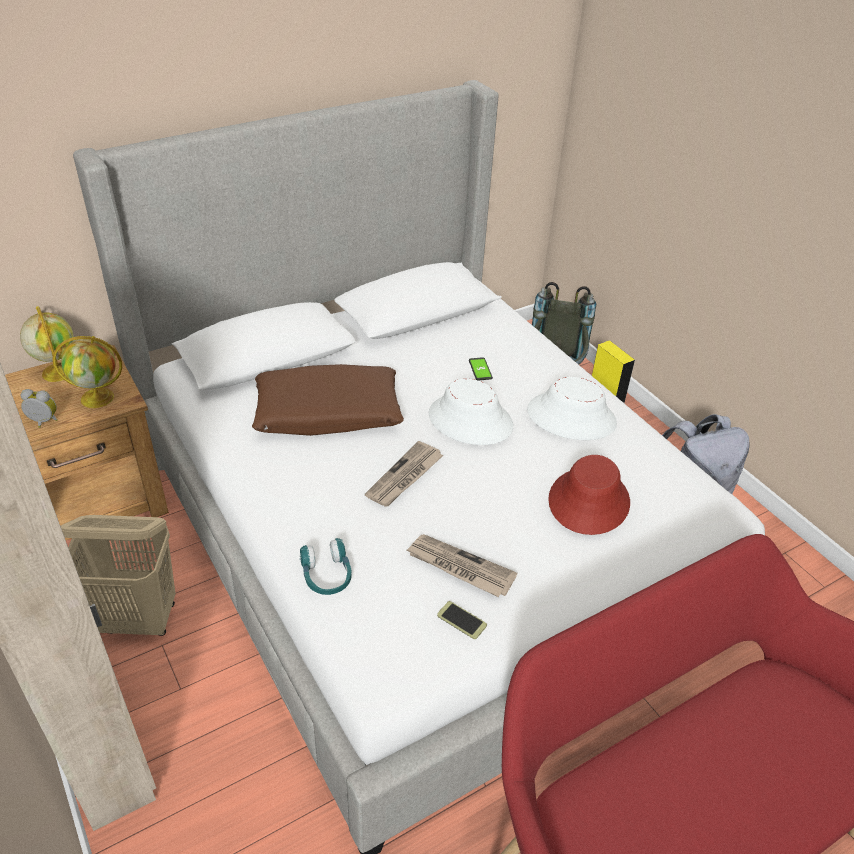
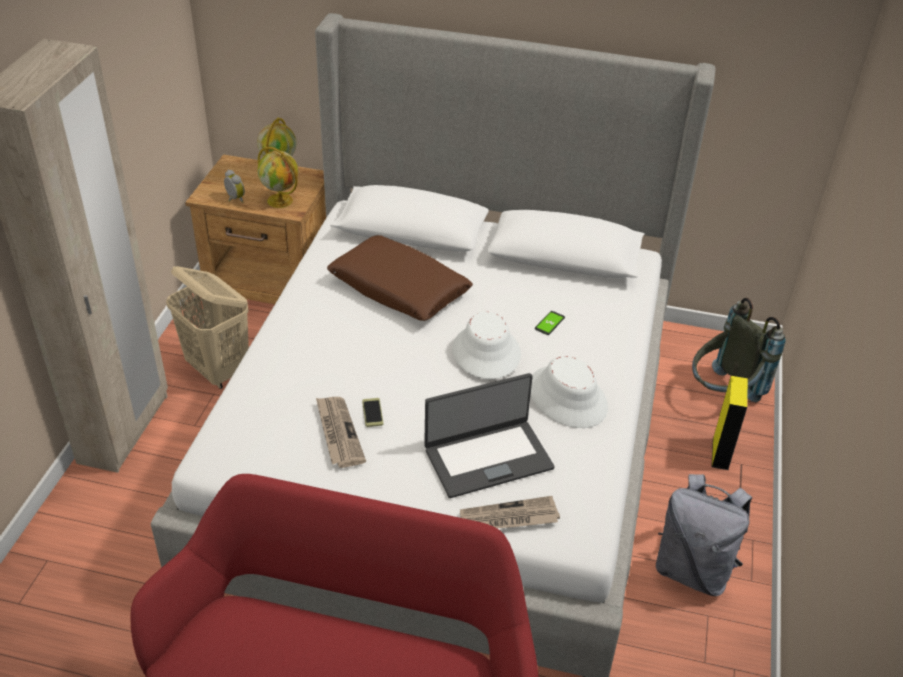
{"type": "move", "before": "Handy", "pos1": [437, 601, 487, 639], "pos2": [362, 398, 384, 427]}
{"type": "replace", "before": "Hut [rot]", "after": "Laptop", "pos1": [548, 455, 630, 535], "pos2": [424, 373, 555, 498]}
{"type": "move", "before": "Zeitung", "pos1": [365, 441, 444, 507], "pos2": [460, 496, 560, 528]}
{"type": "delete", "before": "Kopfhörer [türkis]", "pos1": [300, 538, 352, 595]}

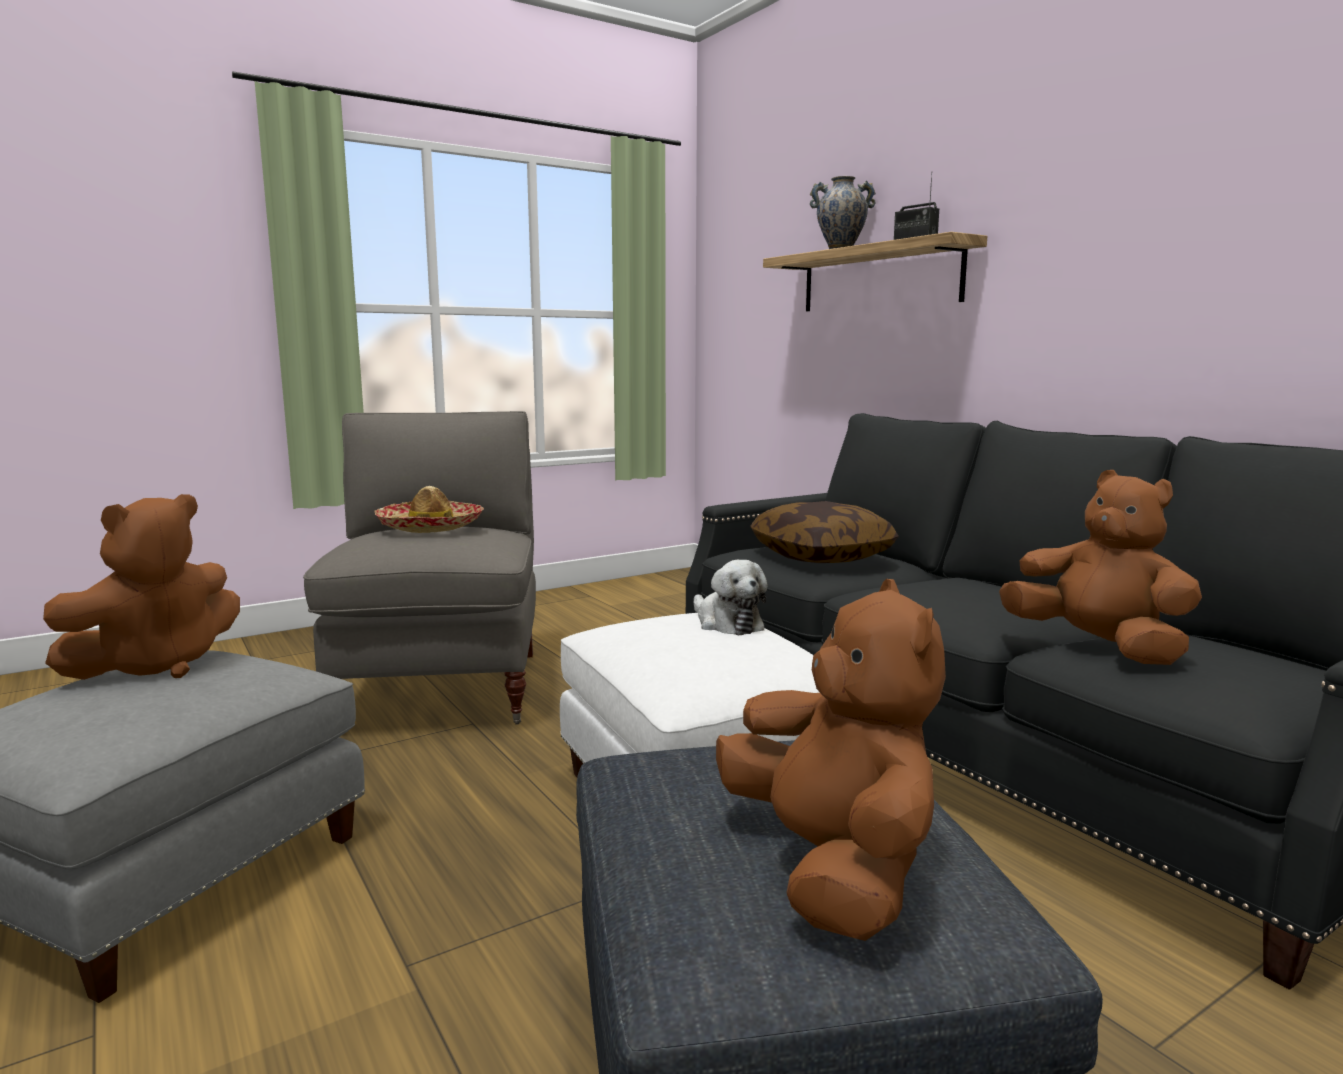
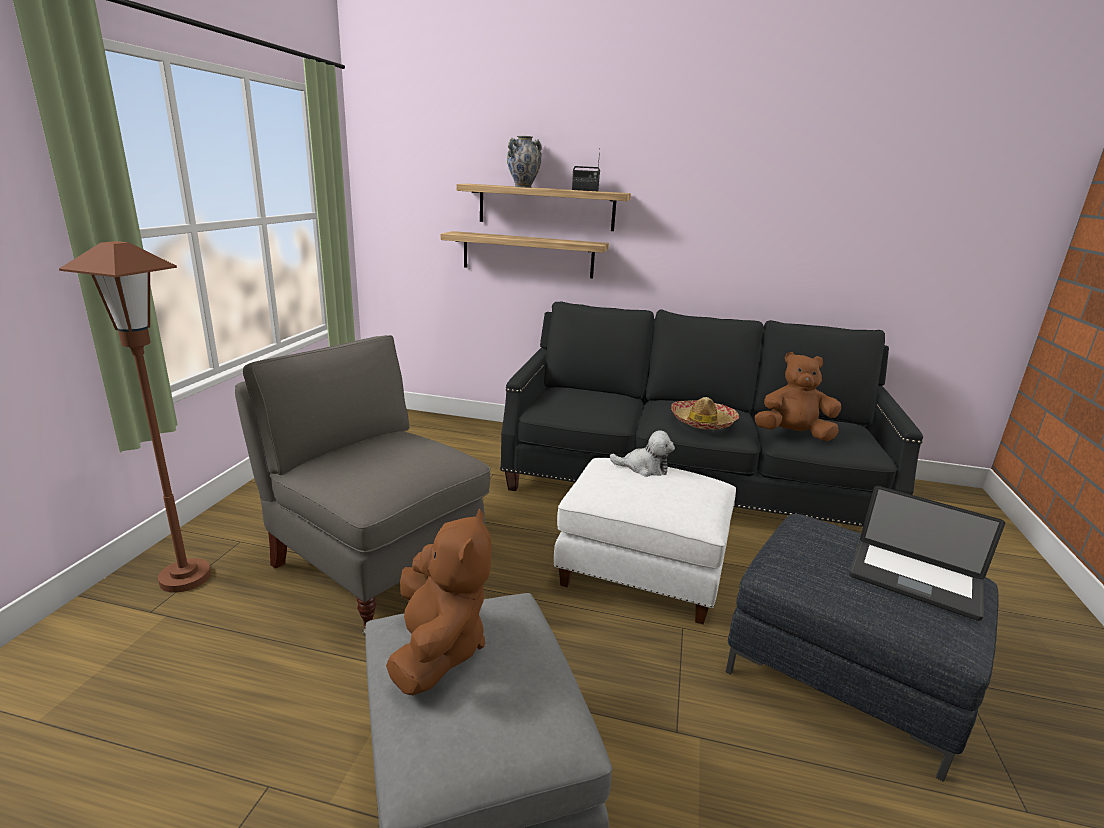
{"type": "insert", "after": "Stehlampe [braun]", "pos2": [59, 241, 211, 593]}
{"type": "insert", "after": "Wandregal", "pos2": [441, 231, 609, 279]}
{"type": "move", "before": "Hut", "pos1": [374, 486, 484, 533], "pos2": [671, 397, 739, 430]}
{"type": "replace", "before": "Plüschtier [braun]", "after": "Laptop", "pos1": [716, 579, 946, 941], "pos2": [849, 486, 1005, 621]}
{"type": "delete", "before": "Kissen", "pos1": [750, 501, 899, 563]}

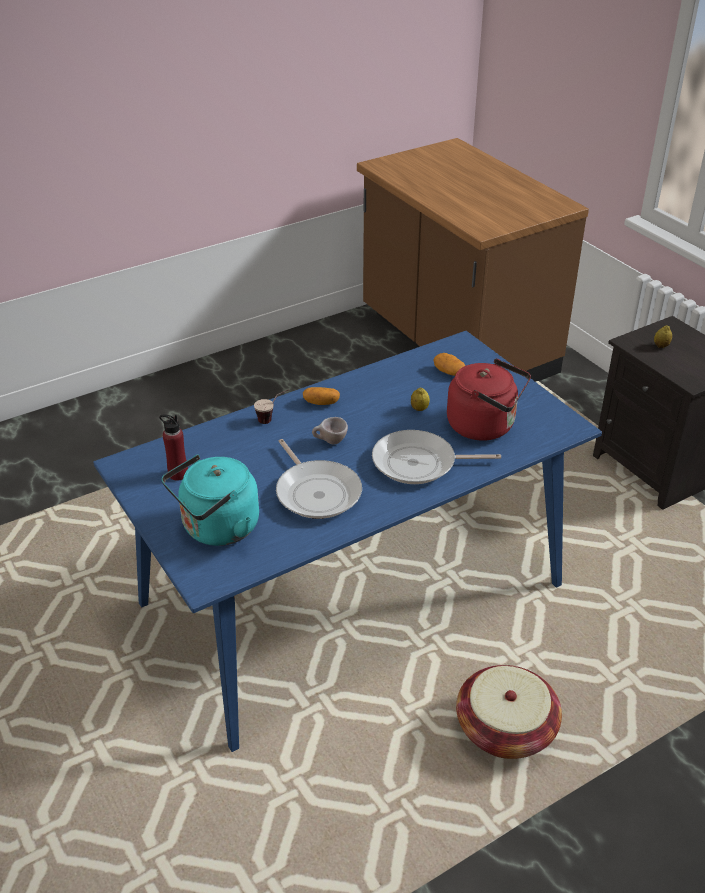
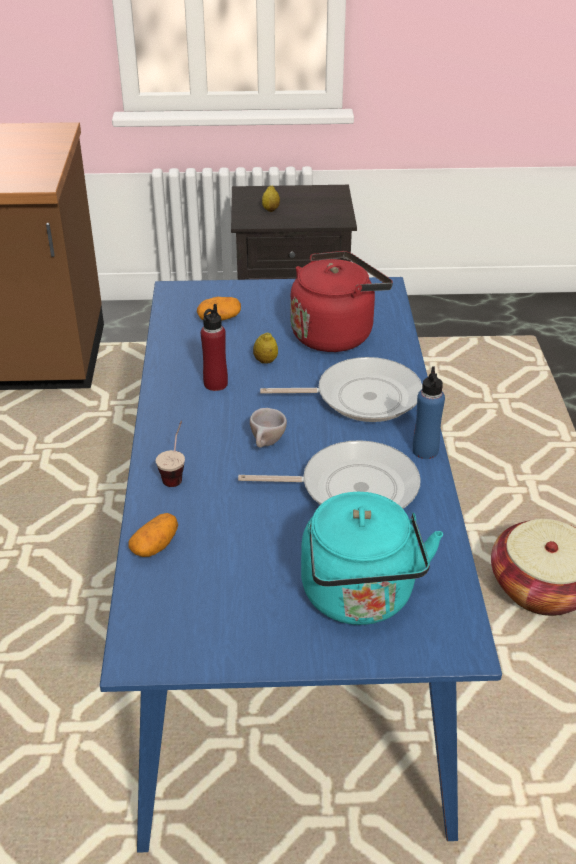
{"type": "move", "before": "Kartoffel", "pos1": [303, 387, 340, 405], "pos2": [129, 513, 178, 557]}
{"type": "move", "before": "Flasche [rot]", "pos1": [159, 414, 188, 481], "pos2": [201, 304, 228, 391]}
{"type": "rotate", "before": "Pfanne", "pos1": [372, 430, 501, 484], "pos2": [260, 357, 423, 422], "turn": -120}
{"type": "insert", "after": "Flasche [blau]", "pos2": [412, 367, 445, 459]}

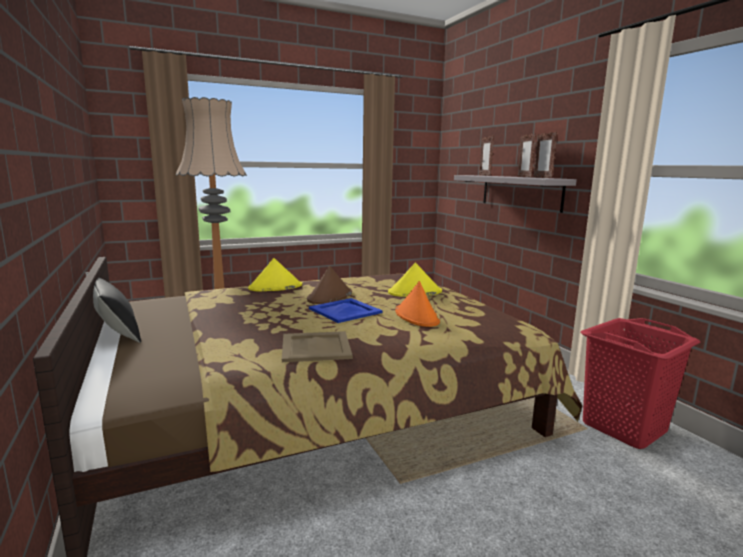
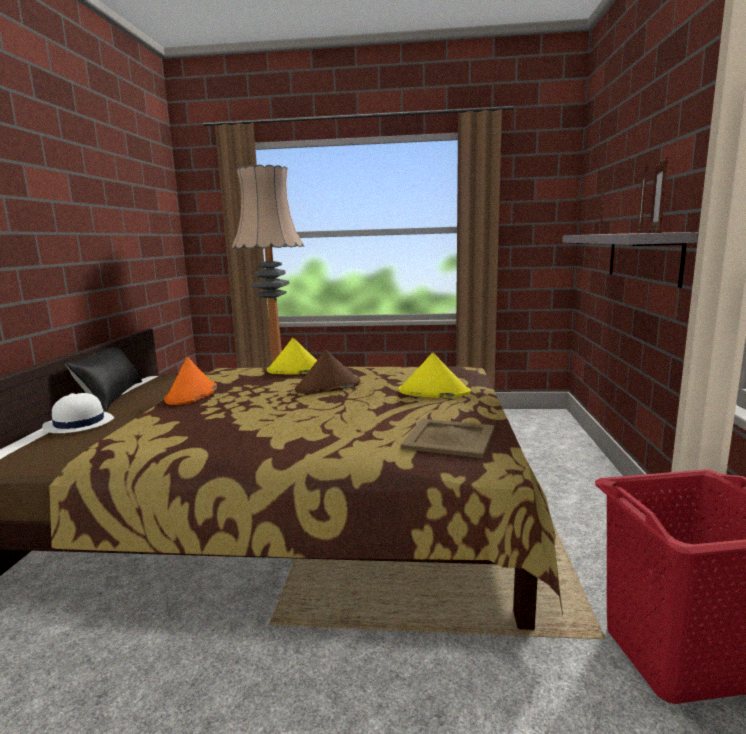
{"type": "insert", "after": "Hut [weiß]", "pos2": [42, 393, 114, 433]}
{"type": "move", "before": "Hut [orange]", "pos1": [395, 281, 440, 327], "pos2": [164, 357, 217, 405]}
{"type": "move", "before": "Tablett [beige]", "pos1": [282, 331, 353, 362], "pos2": [401, 419, 495, 458]}
{"type": "delete", "before": "Tablett [blau]", "pos1": [309, 298, 382, 323]}

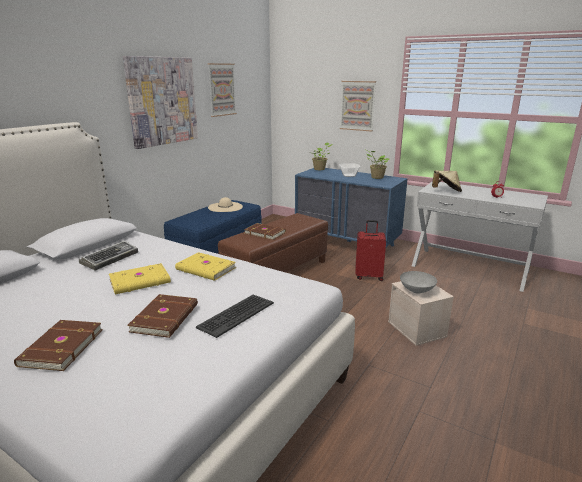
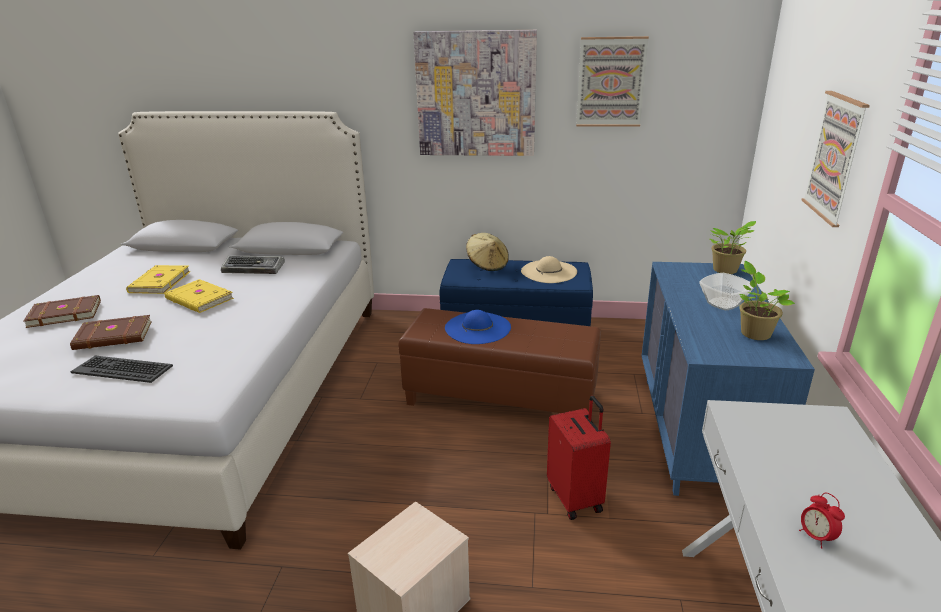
{"type": "move", "before": "Buch [gelb]", "pos1": [175, 252, 236, 281], "pos2": [126, 265, 190, 294]}
{"type": "replace", "before": "Buch [braun]", "after": "Hut [blau]", "pos1": [244, 223, 286, 240], "pos2": [445, 310, 511, 344]}
{"type": "move", "before": "Hut [beige]", "pos1": [432, 171, 462, 192], "pos2": [466, 233, 509, 271]}
{"type": "delete", "before": "Schüssel [grau]", "pos1": [400, 271, 437, 294]}

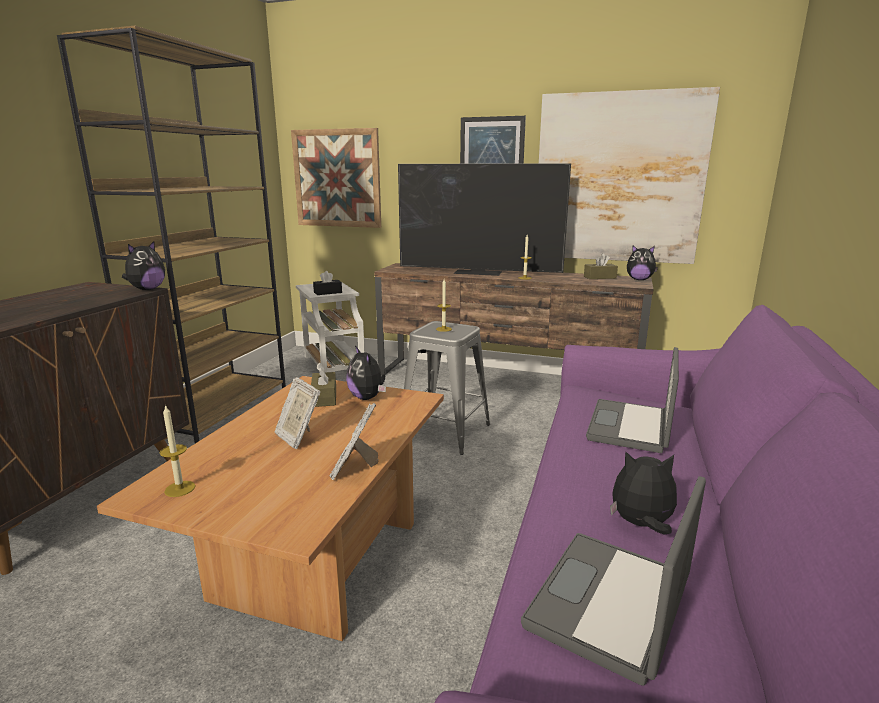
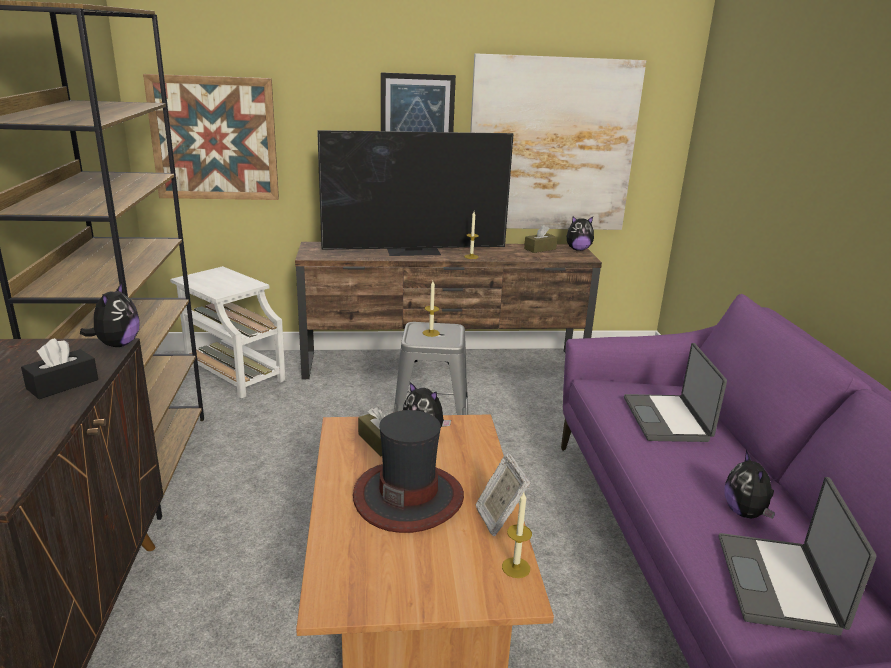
{"type": "move", "before": "Taschentuchbox [schwarz]", "pos1": [313, 271, 342, 295], "pos2": [21, 338, 98, 399]}
{"type": "replace", "before": "Bilderrahmen", "after": "Hut", "pos1": [275, 377, 321, 449], "pos2": [353, 410, 464, 533]}
{"type": "move", "before": "Kerze", "pos1": [160, 404, 195, 497], "pos2": [502, 492, 532, 578]}
{"type": "rotate", "before": "Plüschtier", "pos1": [610, 451, 677, 534], "pos2": [724, 450, 775, 519], "turn": -75}

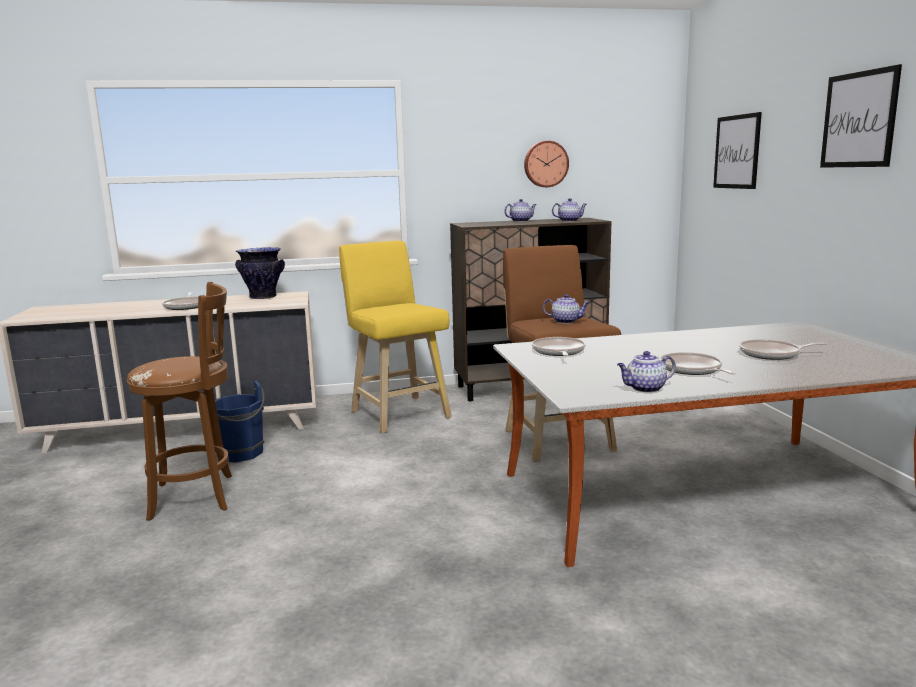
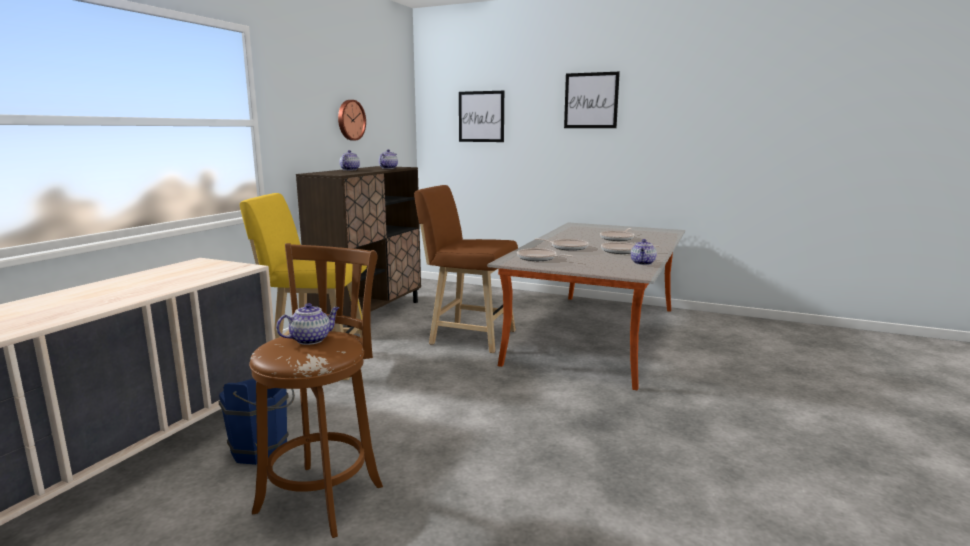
{"type": "move", "before": "Teekanne", "pos1": [543, 294, 590, 324], "pos2": [276, 303, 339, 345]}
{"type": "move", "before": "Pfanne", "pos1": [162, 292, 198, 310], "pos2": [535, 238, 589, 251]}
{"type": "delete", "before": "Vase", "pos1": [235, 247, 285, 299]}

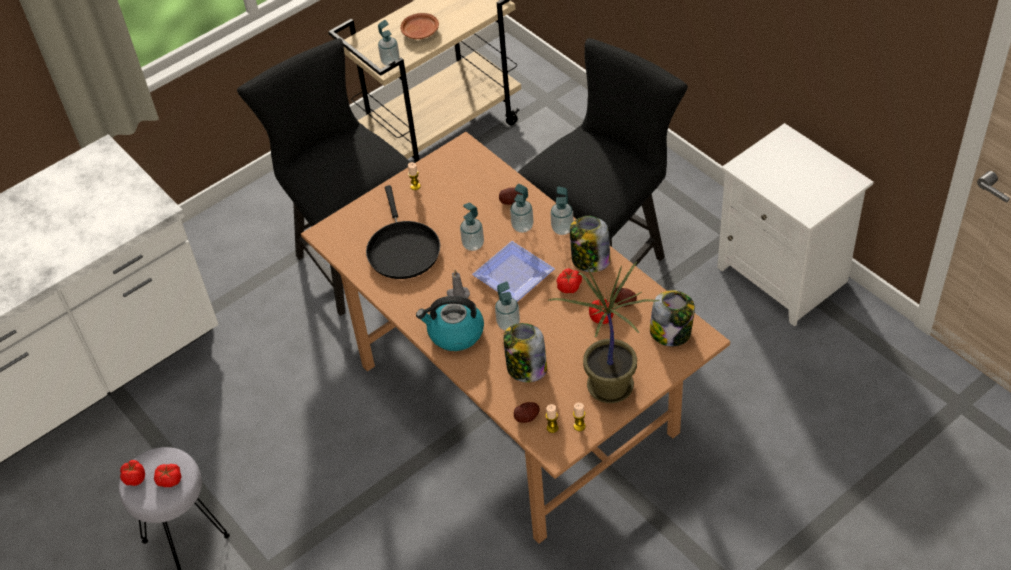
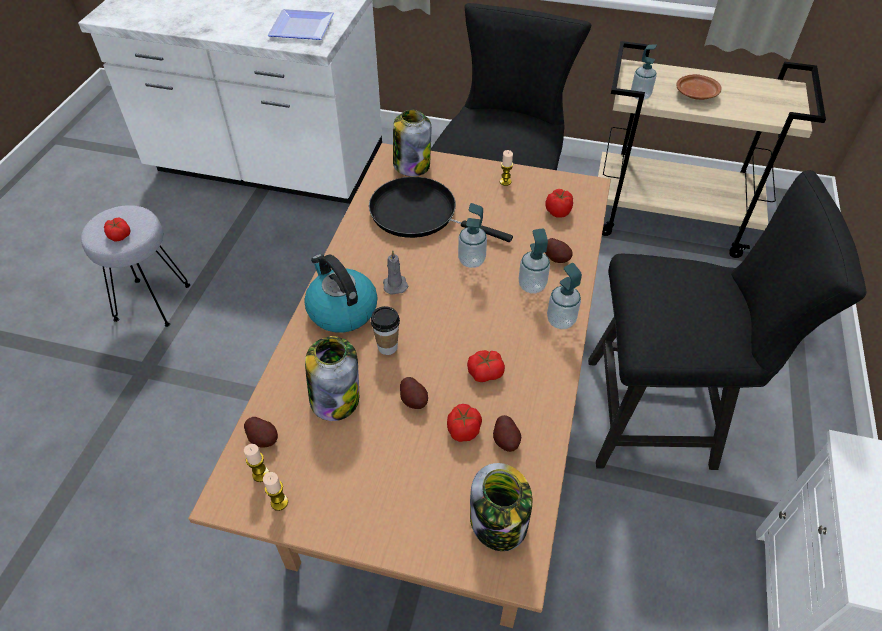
{"type": "move", "before": "Teller", "pos1": [472, 241, 555, 302], "pos2": [267, 9, 334, 40]}
{"type": "rotate", "before": "Pfanne [schwarz]", "pos1": [366, 185, 440, 279], "pos2": [369, 177, 513, 242], "turn": 75}
{"type": "replace", "before": "Seifenspender", "after": "Tasse", "pos1": [495, 281, 520, 331], "pos2": [371, 306, 400, 355]}
{"type": "move", "before": "Vorratsglas", "pos1": [570, 216, 610, 272], "pos2": [393, 110, 431, 176]}
{"type": "insert", "after": "Kartoffel", "pos2": [400, 377, 428, 409]}
{"type": "move", "before": "Tomate", "pos1": [120, 460, 145, 486], "pos2": [545, 189, 573, 218]}
{"type": "delete", "before": "Topfpflanze", "pos1": [547, 261, 660, 403]}

